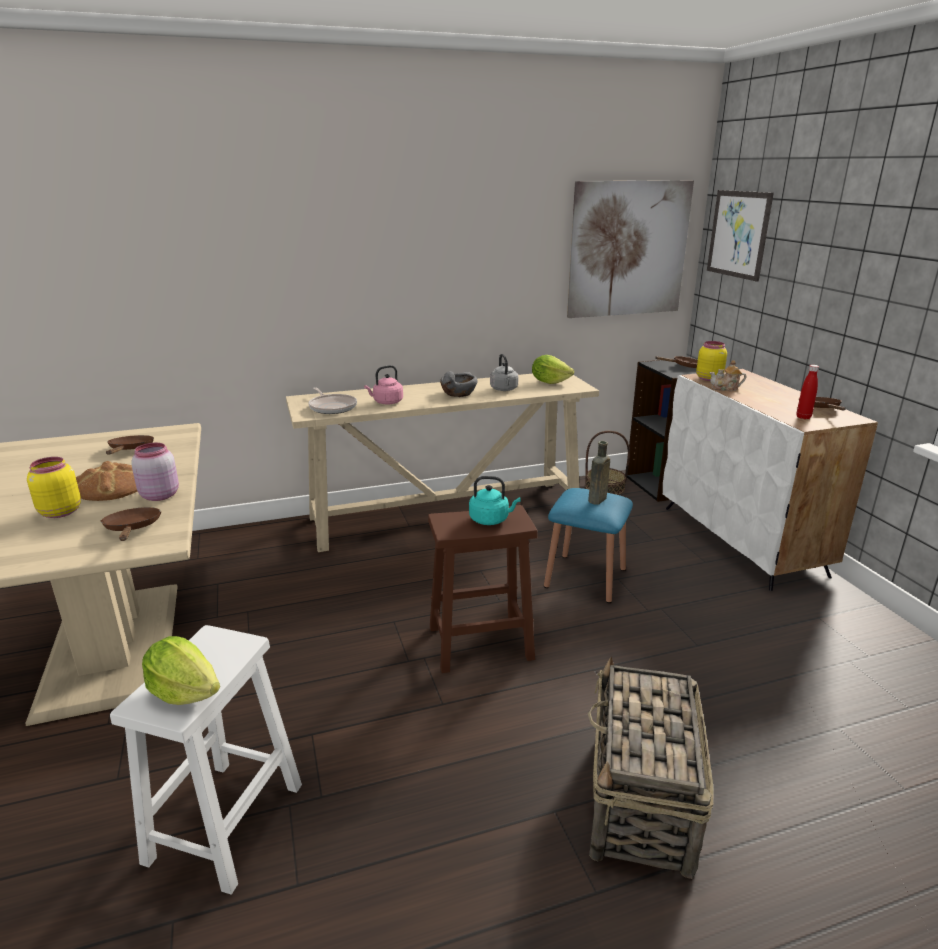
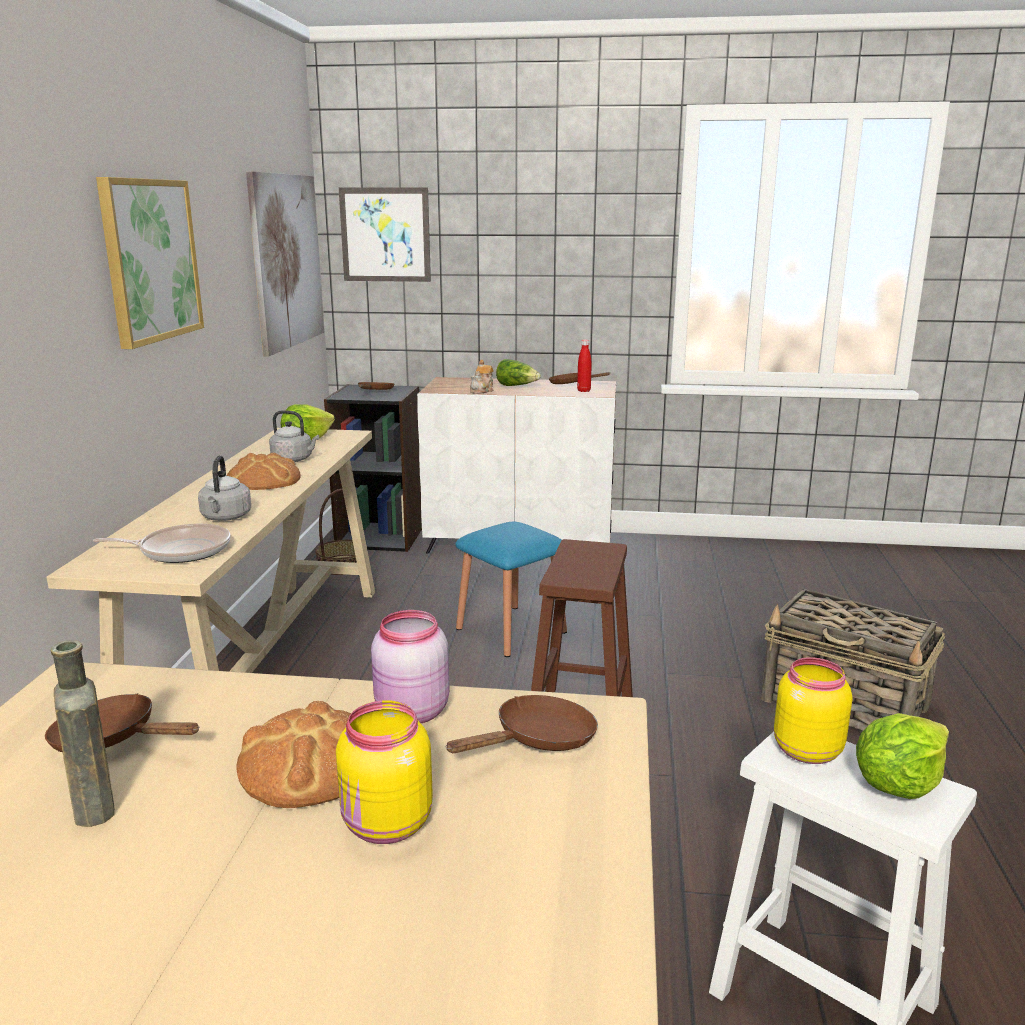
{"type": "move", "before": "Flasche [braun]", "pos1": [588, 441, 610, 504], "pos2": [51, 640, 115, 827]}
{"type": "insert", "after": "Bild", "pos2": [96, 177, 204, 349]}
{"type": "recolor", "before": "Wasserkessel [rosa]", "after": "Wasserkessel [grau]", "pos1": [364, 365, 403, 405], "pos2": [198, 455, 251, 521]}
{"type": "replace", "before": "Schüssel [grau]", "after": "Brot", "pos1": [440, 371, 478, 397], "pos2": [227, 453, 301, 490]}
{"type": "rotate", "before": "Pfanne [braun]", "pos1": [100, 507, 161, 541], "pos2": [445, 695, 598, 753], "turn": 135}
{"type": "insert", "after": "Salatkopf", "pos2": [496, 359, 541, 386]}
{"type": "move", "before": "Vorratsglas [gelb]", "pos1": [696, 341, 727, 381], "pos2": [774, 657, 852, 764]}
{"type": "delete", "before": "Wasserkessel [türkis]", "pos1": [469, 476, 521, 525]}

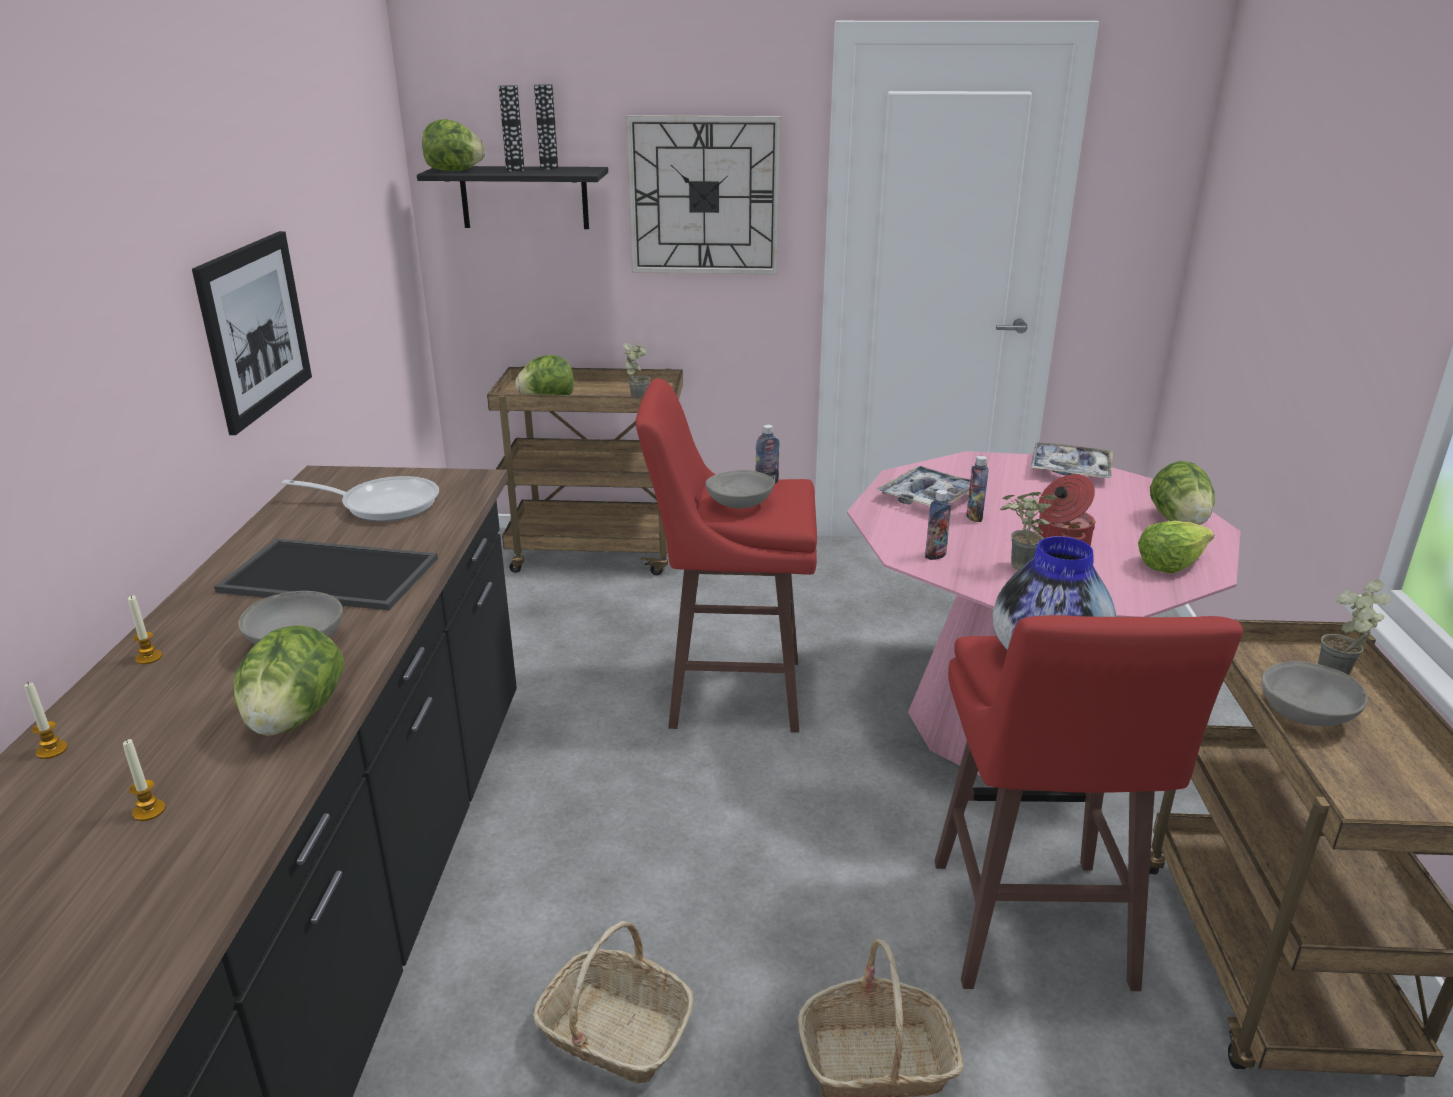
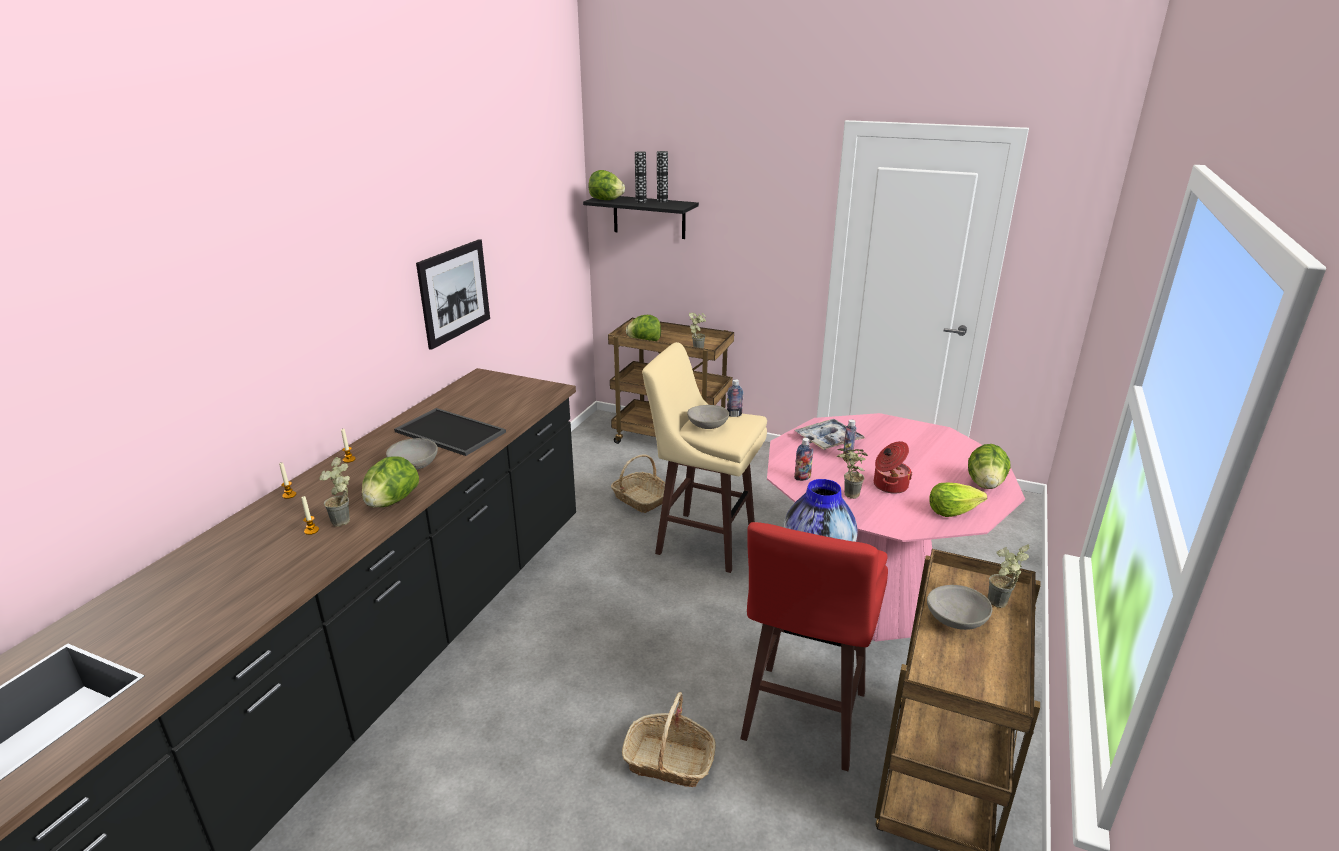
{"type": "insert", "after": "Topfpflanze", "pos2": [320, 457, 350, 527]}
{"type": "move", "before": "Korb", "pos1": [533, 921, 693, 1083], "pos2": [611, 454, 665, 513]}
{"type": "recolor", "before": "Hocker [rot]", "after": "Hocker [beige]", "pos1": [636, 378, 817, 733], "pos2": [642, 342, 767, 573]}
{"type": "delete", "before": "Pfanne", "pos1": [282, 476, 439, 521]}
{"type": "delete", "before": "Wanduhr", "pos1": [626, 115, 781, 274]}
{"type": "delete", "before": "Tablett", "pos1": [1030, 443, 1113, 478]}

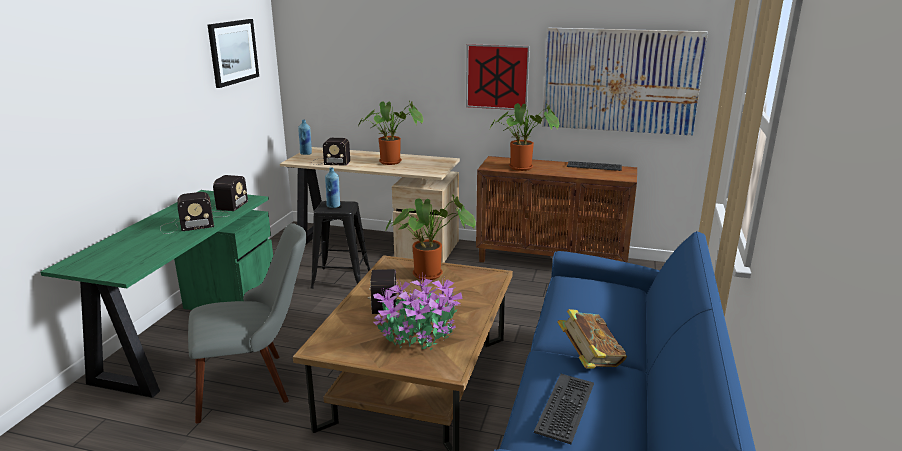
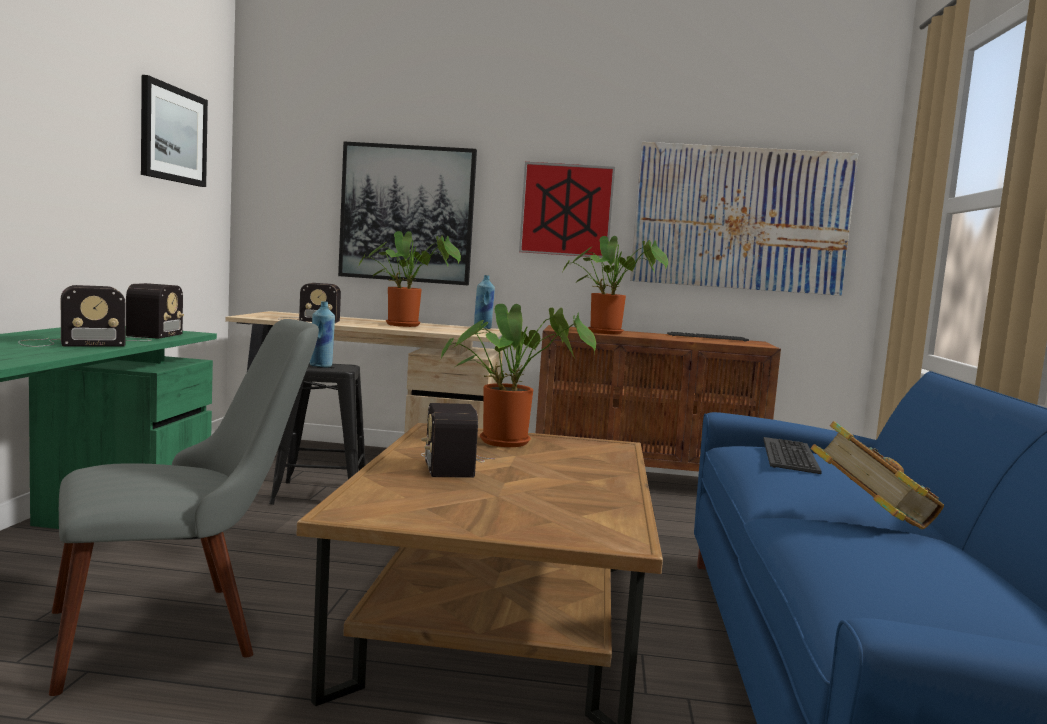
{"type": "insert", "after": "Bild", "pos2": [338, 142, 477, 285]}
{"type": "move", "before": "Flasche [blau]", "pos1": [298, 120, 312, 155], "pos2": [474, 275, 495, 329]}
{"type": "move", "before": "Tastatur", "pos1": [534, 374, 594, 444], "pos2": [763, 437, 821, 474]}
{"type": "delete", "before": "Topfpflanze", "pos1": [373, 275, 463, 350]}

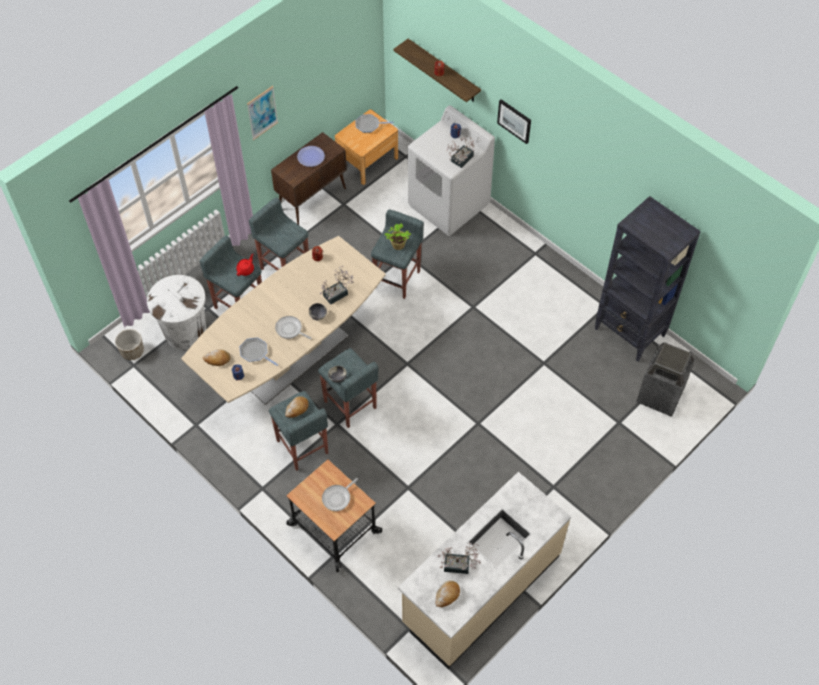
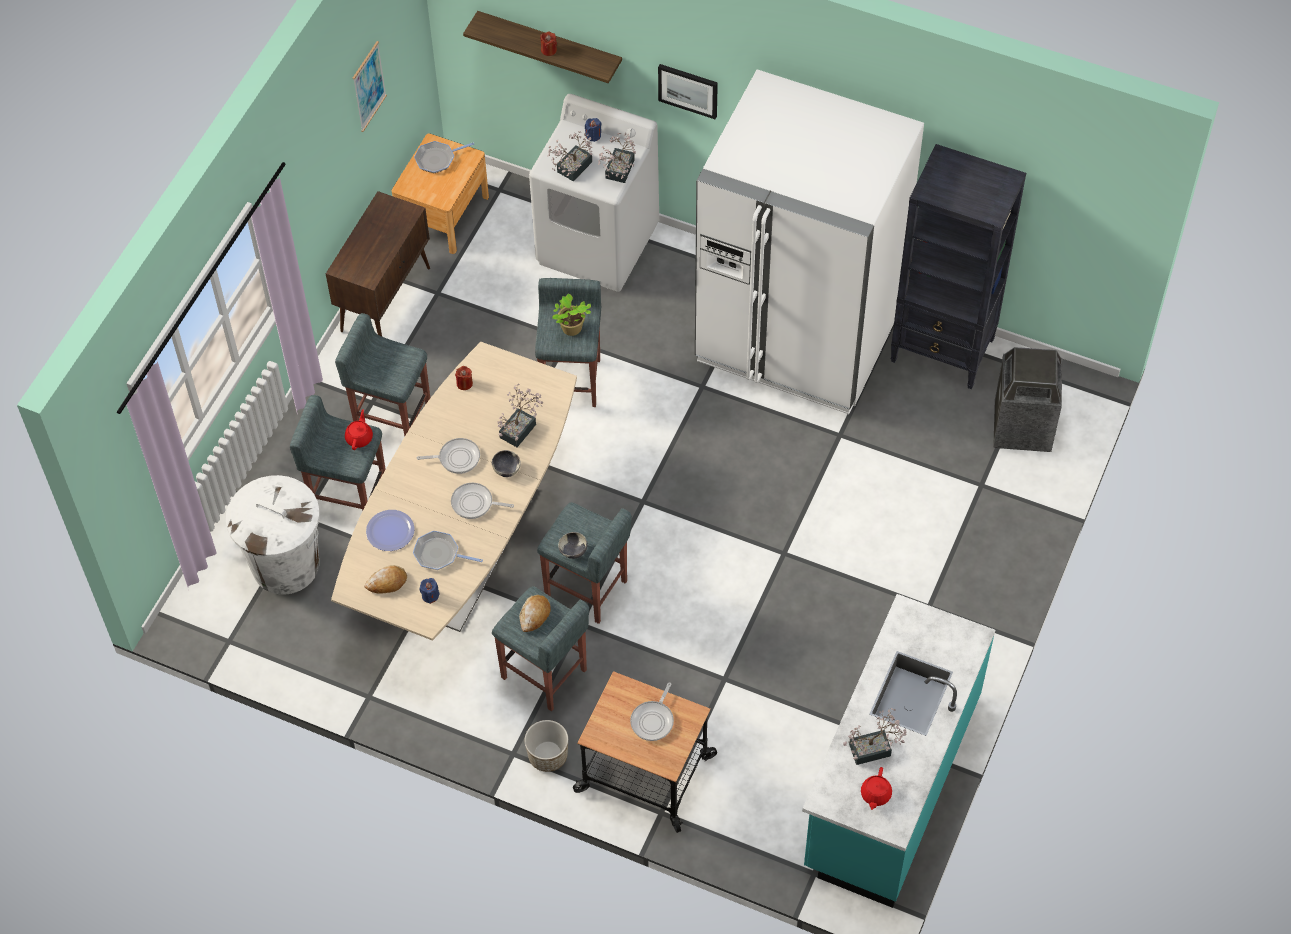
{"type": "move", "before": "Bild", "pos1": [247, 86, 278, 140], "pos2": [353, 41, 387, 132]}
{"type": "move", "before": "Teller", "pos1": [297, 146, 325, 167], "pos2": [366, 510, 415, 551]}
{"type": "insert", "after": "Pfanne", "pos2": [417, 438, 480, 474]}
{"type": "move", "before": "Pflanzkübel", "pos1": [115, 329, 144, 360], "pos2": [524, 720, 568, 772]}
{"type": "insert", "after": "Topfpflanze", "pos2": [547, 131, 593, 181]}
{"type": "insert", "after": "Kühlschrank [weiß]", "pos2": [695, 69, 924, 414]}
{"type": "recolor", "before": "Küchenzeile [beige]", "after": "Küchenzeile [türkis]", "pos1": [398, 472, 571, 669], "pos2": [802, 594, 995, 908]}
{"type": "replace", "before": "Brot", "after": "Teekanne [rot]", "pos1": [436, 581, 460, 607], "pos2": [861, 767, 892, 810]}

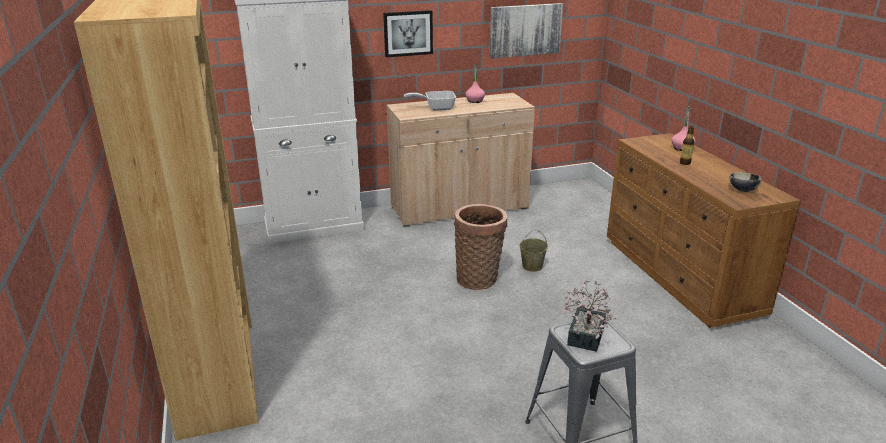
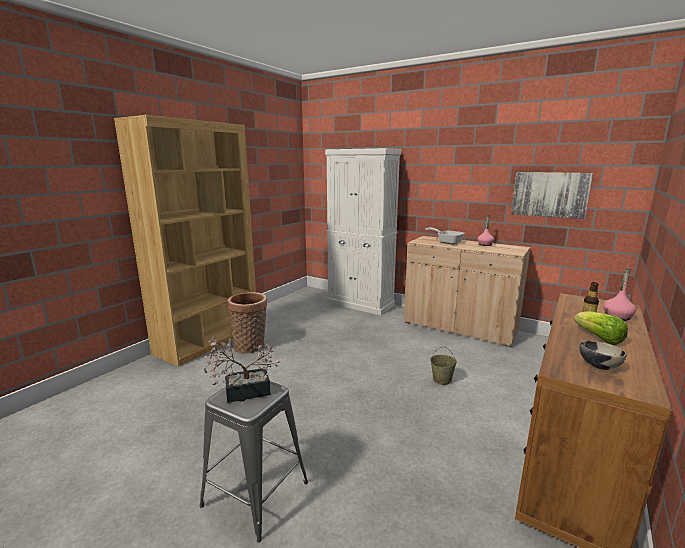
{"type": "move", "before": "Korb", "pos1": [454, 204, 507, 290], "pos2": [227, 292, 267, 354]}
{"type": "insert", "after": "Salatkopf", "pos2": [574, 311, 628, 345]}
{"type": "delete", "before": "Bild", "pos1": [383, 10, 433, 57]}

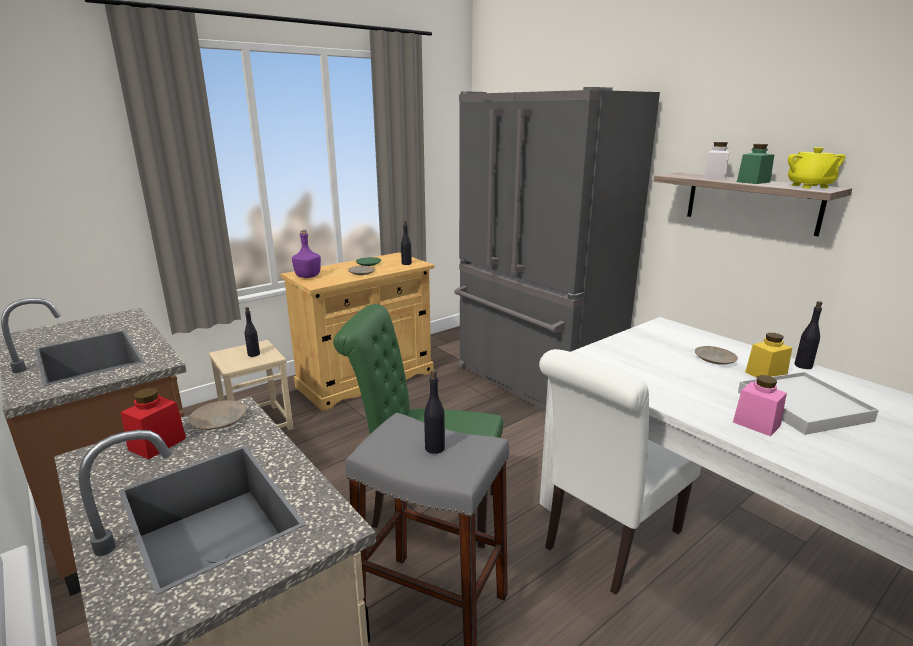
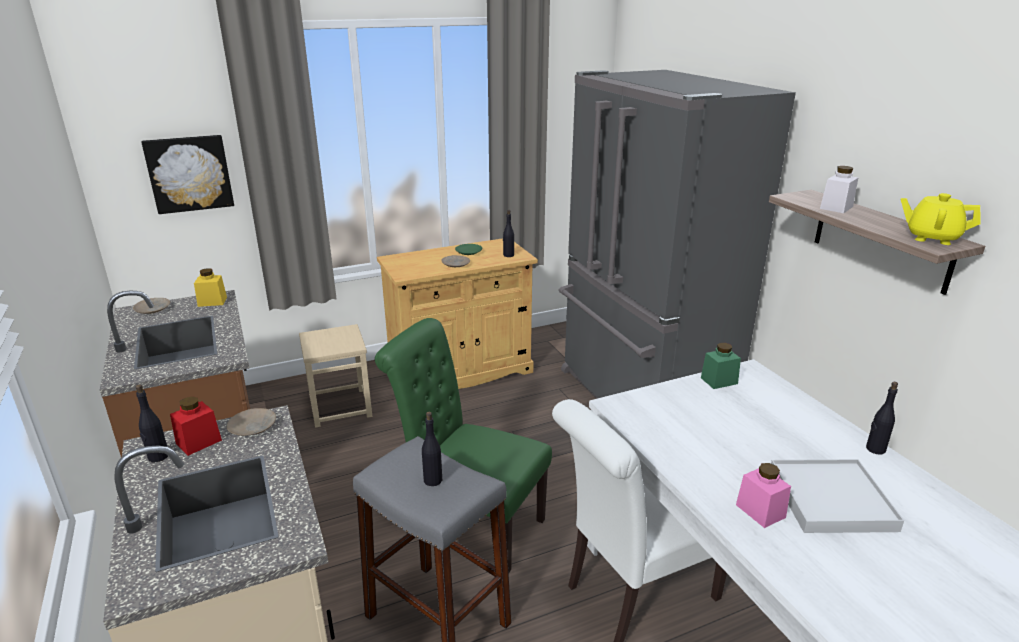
{"type": "move", "before": "Teller [beige]", "pos1": [695, 346, 738, 365], "pos2": [133, 298, 170, 314]}
{"type": "move", "before": "Flasche [schwarz]", "pos1": [245, 307, 260, 357], "pos2": [136, 384, 168, 462]}
{"type": "insert", "after": "Bild", "pos2": [142, 135, 234, 214]}
{"type": "move", "before": "Vorratsglas [gelb]", "pos1": [745, 333, 792, 378], "pos2": [194, 268, 227, 307]}
{"type": "move", "before": "Vorratsglas [grün]", "pos1": [737, 144, 774, 184], "pos2": [701, 343, 741, 389]}
{"type": "rotate", "before": "Teekanne [gelb]", "pos1": [788, 147, 845, 188], "pos2": [901, 193, 980, 245], "turn": 105}
{"type": "delete", "before": "Flasche [lila]", "pos1": [292, 230, 321, 278]}

